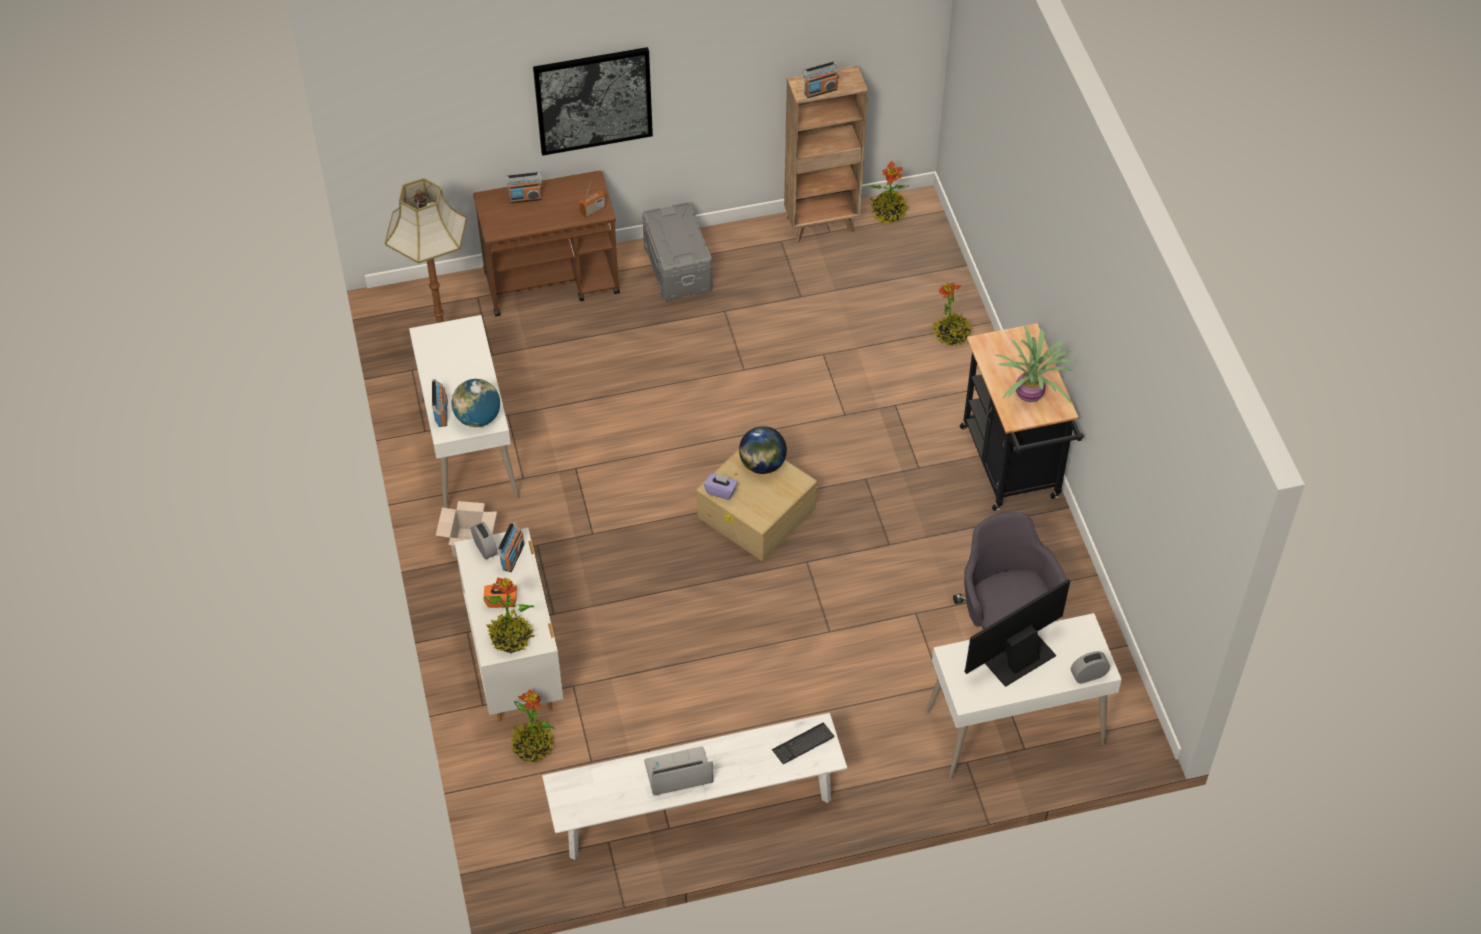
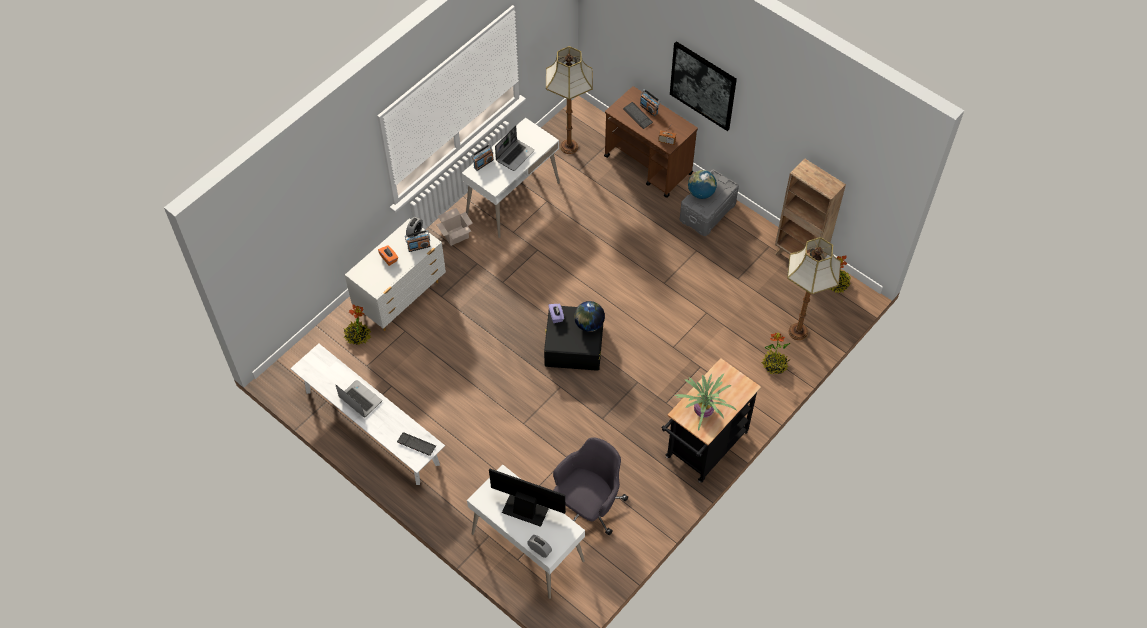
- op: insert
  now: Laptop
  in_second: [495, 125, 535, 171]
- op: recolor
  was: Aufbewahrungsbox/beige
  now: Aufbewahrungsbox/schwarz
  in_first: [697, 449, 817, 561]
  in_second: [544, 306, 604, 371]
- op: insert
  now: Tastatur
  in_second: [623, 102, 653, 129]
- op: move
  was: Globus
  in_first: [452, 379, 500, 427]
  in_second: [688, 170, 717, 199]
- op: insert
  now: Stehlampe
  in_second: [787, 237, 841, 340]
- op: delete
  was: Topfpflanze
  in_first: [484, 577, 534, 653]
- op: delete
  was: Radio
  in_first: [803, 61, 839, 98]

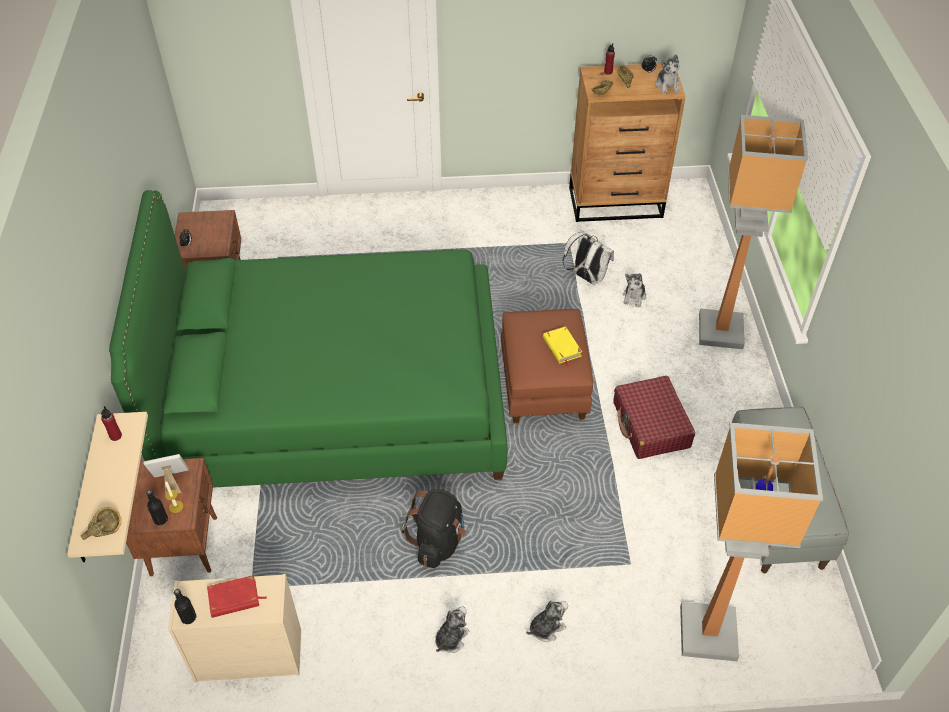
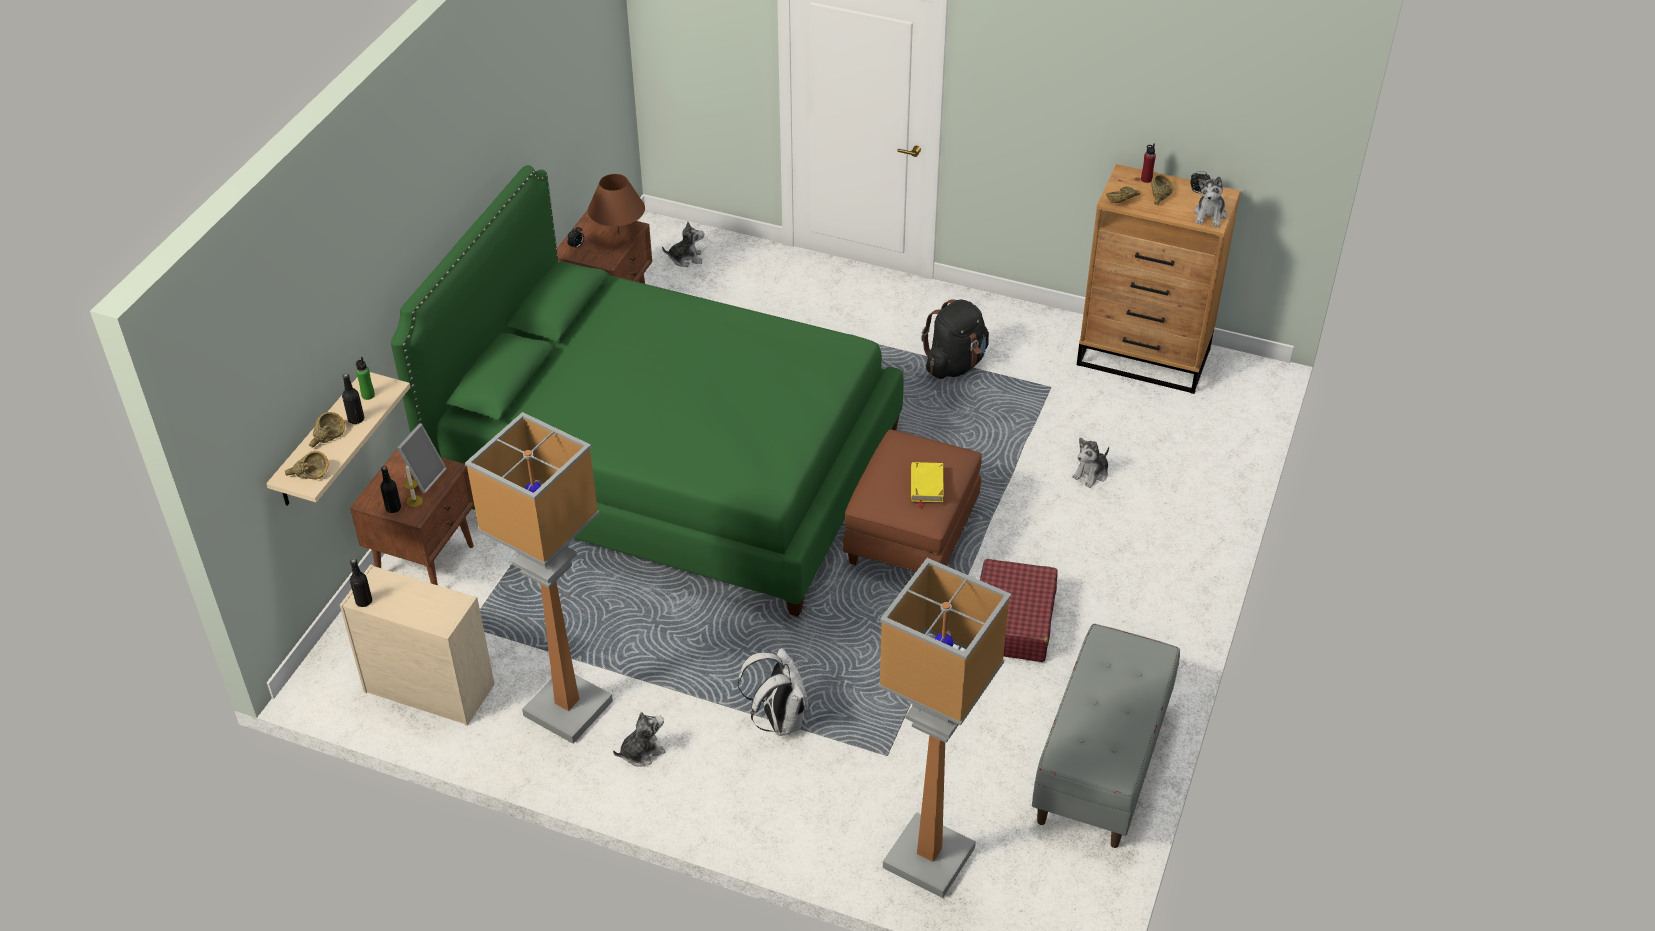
- op: insert
  now: Schüssel/braun
  in_second: [309, 412, 345, 447]
- op: insert
  now: Flasche/schwarz
  in_second: [342, 373, 364, 424]
- op: recolor
  was: Flasche/rot
  now: Flasche/grün
  in_first: [101, 406, 122, 441]
  in_second: [356, 357, 375, 400]
- op: rotate
  was: Bilderrahmen
  in_first: [143, 454, 189, 494]
  in_second: [397, 423, 447, 493]
  clockwise: 105
- op: move
  was: Stehlampe
  in_first: [699, 115, 808, 349]
  in_second: [465, 412, 613, 744]
- op: insert
  now: Tischlampe/braun
  in_second: [588, 174, 645, 235]
- op: move
  was: Plüschtier
  in_first: [526, 600, 568, 642]
  in_second: [662, 222, 704, 267]
- op: move
  was: Rucksack/weiß
  in_first: [562, 230, 614, 285]
  in_second: [738, 648, 808, 736]
- op: move
  was: Rucksack/schwarz
  in_first: [402, 489, 466, 568]
  in_second: [921, 299, 989, 379]
- op: delete
  was: Buch/rot
  in_first: [207, 575, 267, 618]

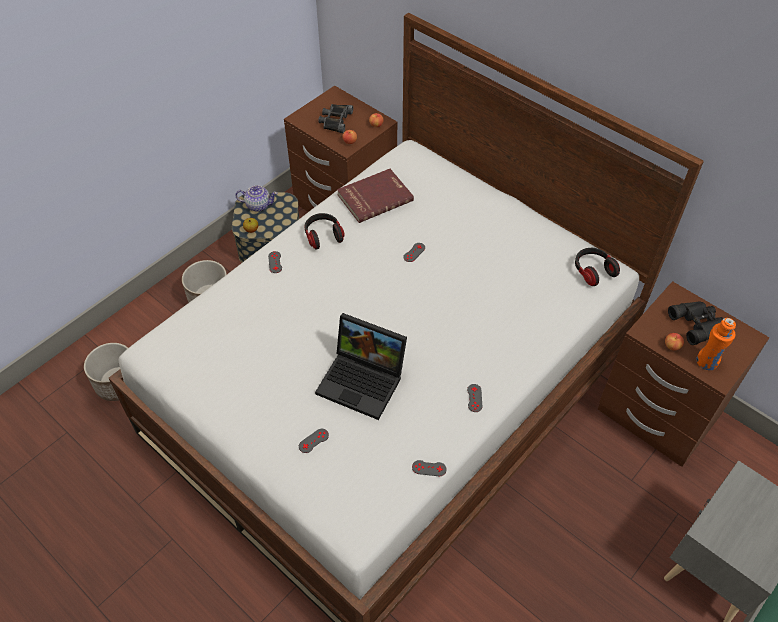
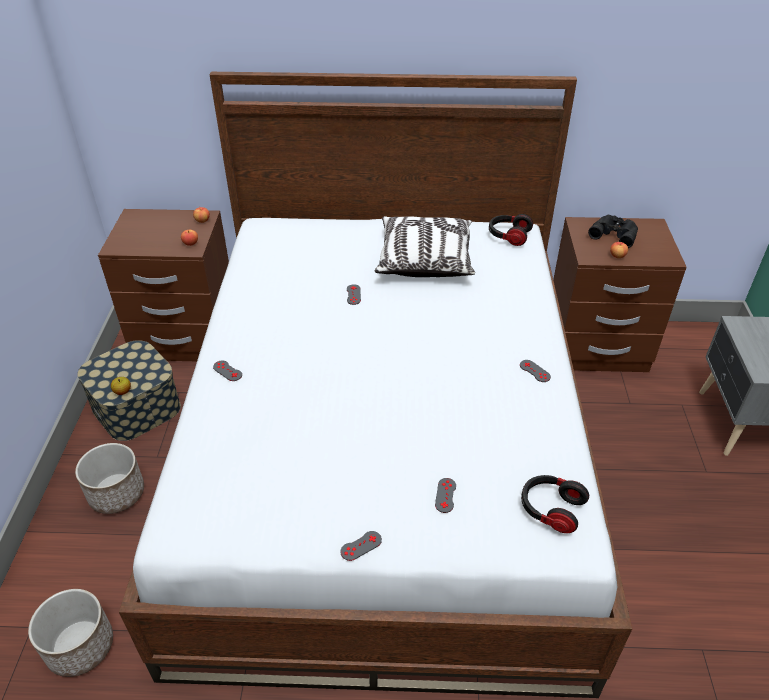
- op: move
  was: Gamepad/grau
  in_first: [412, 460, 447, 476]
  in_second: [340, 531, 382, 561]
- op: insert
  now: Kissen
  in_second: [375, 216, 475, 277]
- op: move
  was: Kopfhörer
  in_first: [305, 213, 345, 250]
  in_second: [521, 475, 589, 533]
- op: delete
  was: Teekanne
  in_first: [235, 185, 278, 212]
- op: delete
  was: Laptop
  in_first: [315, 313, 407, 420]
- op: delete
  was: Fernglas/schwarz
  in_first: [318, 104, 353, 133]
- op: delete
  was: Buch/rot
  in_first: [337, 169, 414, 223]
- op: delete
  was: Flasche/orange
  in_first: [696, 318, 736, 370]

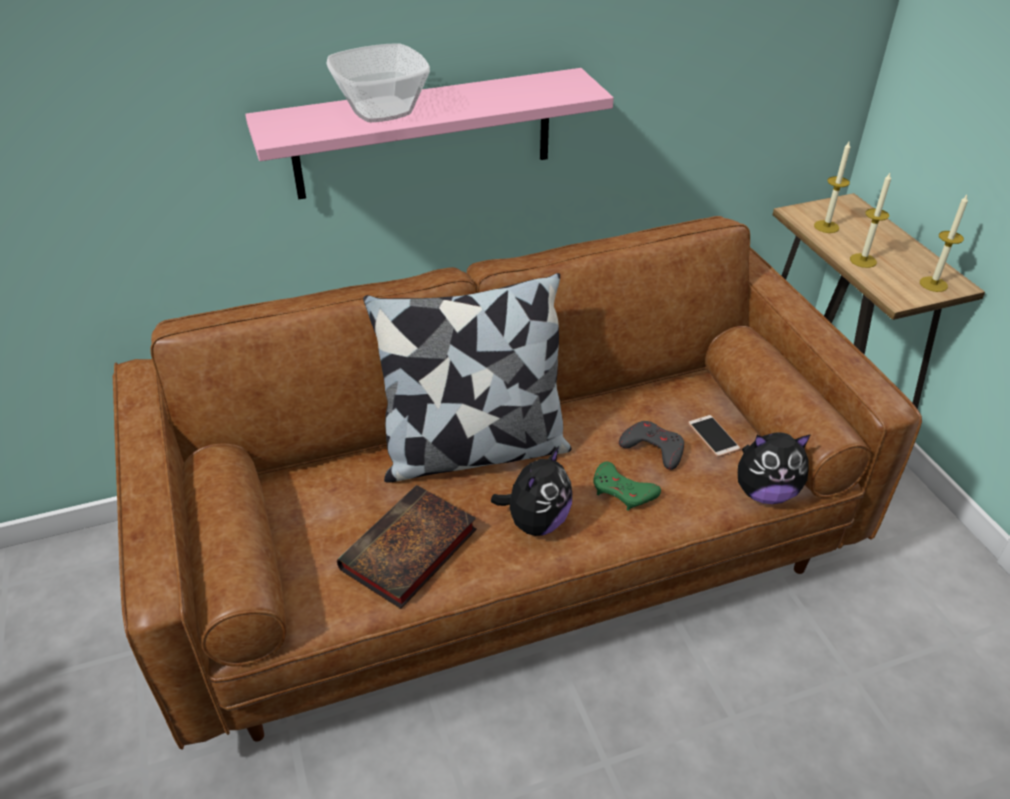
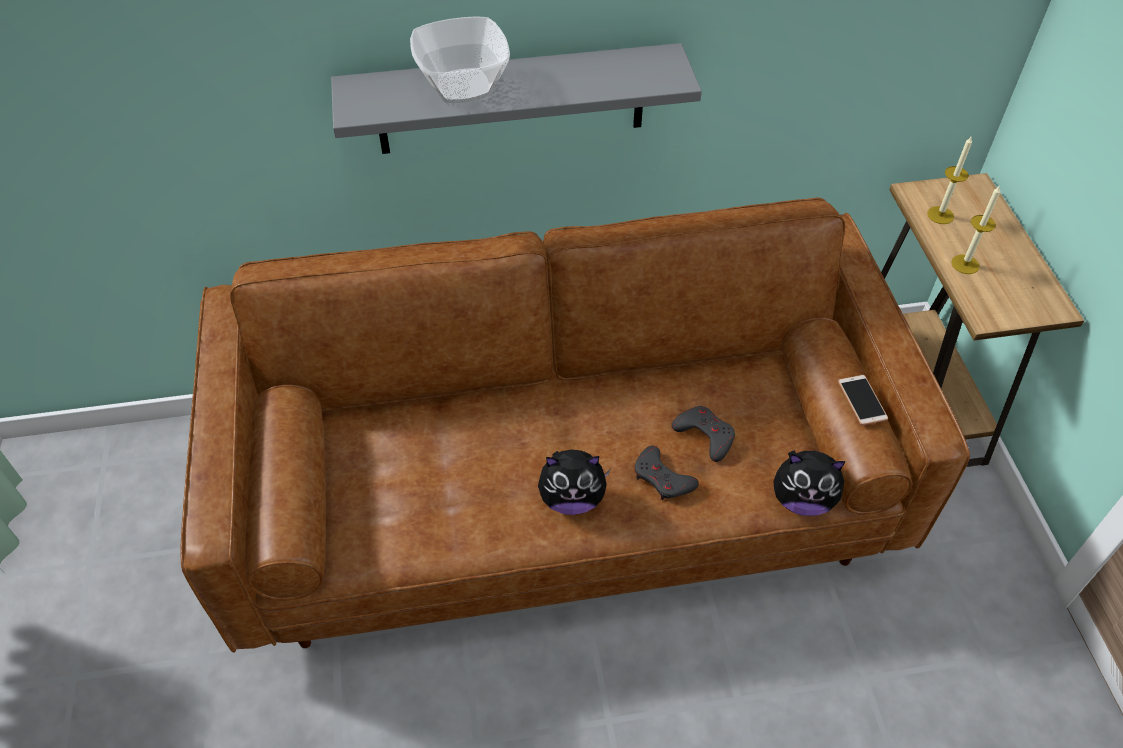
- op: recolor
  was: Wandregal/rosa
  now: Wandregal/grau
  in_first: [245, 68, 614, 199]
  in_second: [331, 43, 702, 154]
- op: rotate
  was: Plüschtier
  in_first: [491, 446, 572, 536]
  in_second: [538, 450, 611, 515]
  clockwise: 45
- op: recolor
  was: Gamepad/grün
  now: Gamepad/grau
  in_first: [593, 462, 661, 511]
  in_second: [635, 446, 699, 500]
- op: move
  was: Handy
  in_first: [688, 415, 741, 457]
  in_second: [838, 375, 888, 425]
- op: delete
  was: Buch
  in_first: [337, 485, 477, 609]
- op: delete
  was: Kissen
  in_first: [363, 273, 572, 483]
- op: delete
  was: Kerze
  in_first: [920, 195, 968, 292]

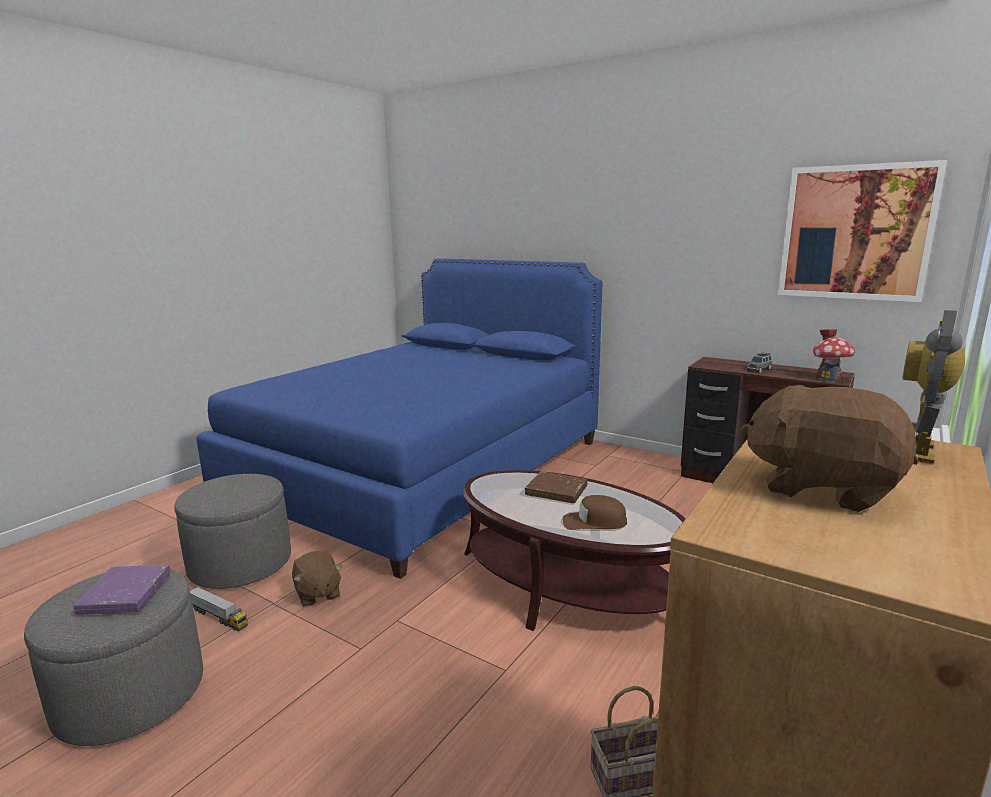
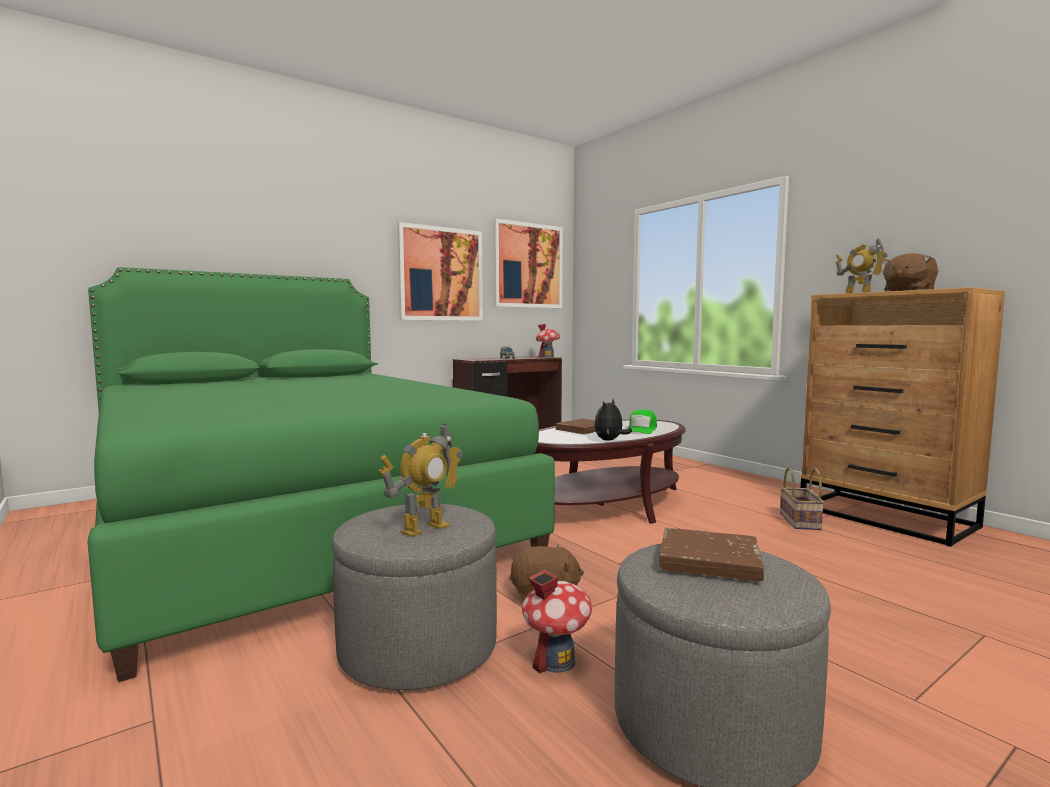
- op: recolor
  was: Bett/blau
  now: Bett/grün
  in_first: [196, 258, 603, 579]
  in_second: [88, 267, 555, 682]
- op: insert
  now: Spielzeugroboter
  in_second: [379, 423, 463, 537]
- op: insert
  now: Bild
  in_second: [397, 222, 483, 321]
- op: replace
  was: Spielzeuglaster
  now: Spielzeughaus
  in_first: [190, 587, 248, 631]
  in_second: [522, 570, 592, 673]
- op: insert
  now: Plüschtier
  in_second: [594, 399, 632, 441]
- op: recolor
  was: Kappe/braun
  now: Kappe/grün
  in_first: [563, 495, 627, 530]
  in_second: [627, 409, 657, 434]
- op: recolor
  was: Buch/lila
  now: Buch/braun
  in_first: [73, 565, 171, 615]
  in_second: [659, 528, 764, 581]

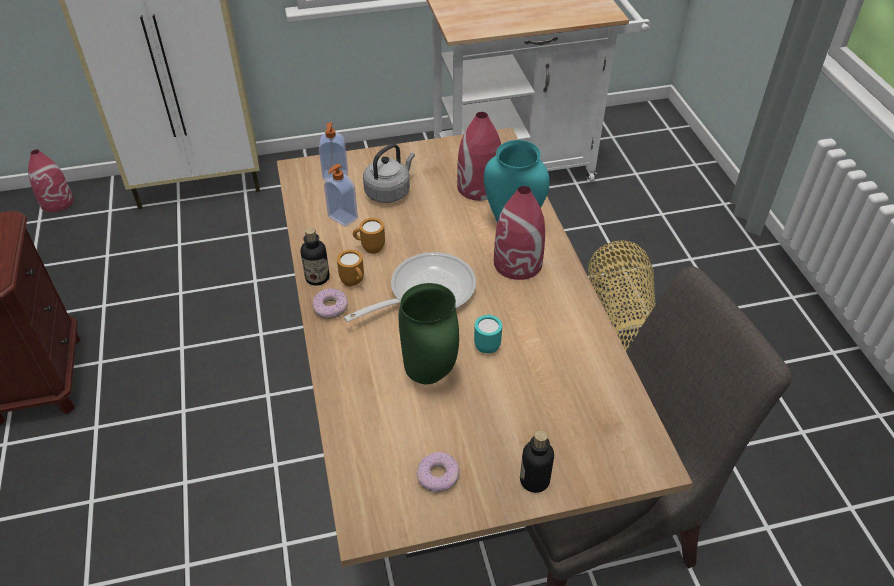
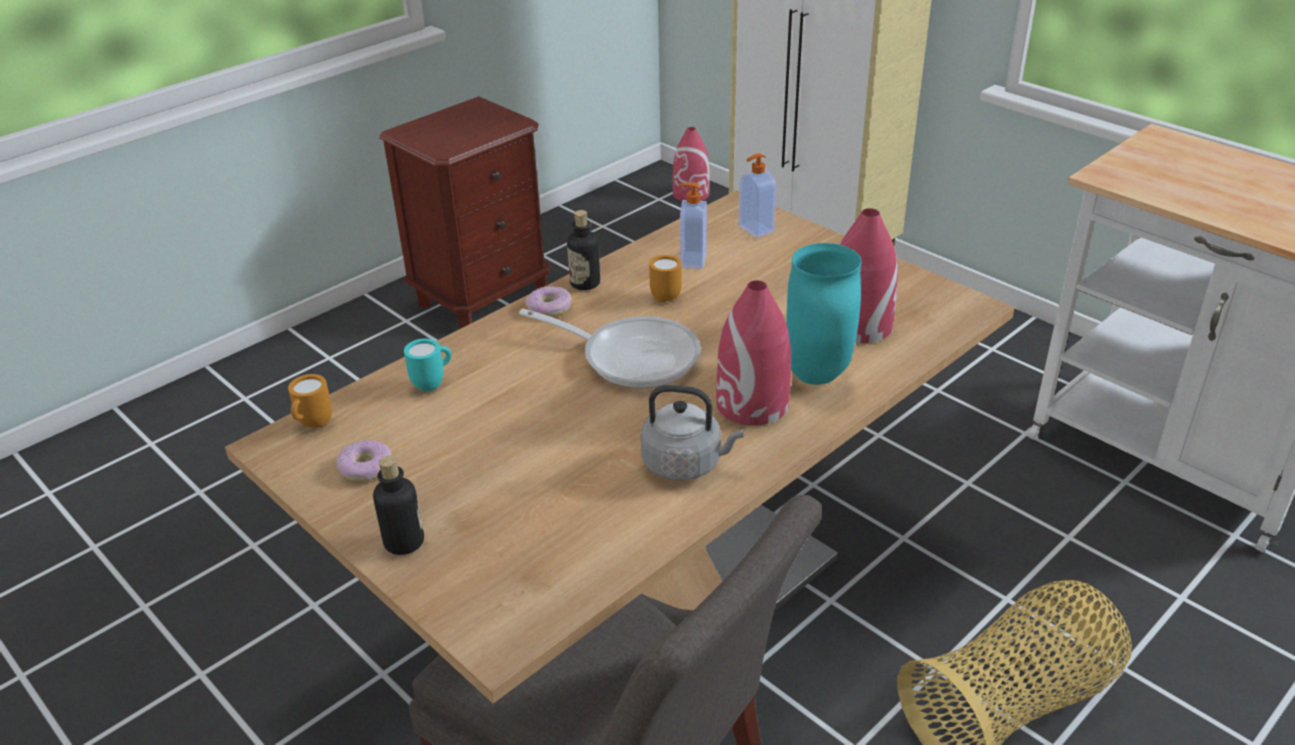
- op: move
  was: Henkelbecher/orange
  in_first: [337, 250, 364, 287]
  in_second: [288, 374, 332, 428]
- op: move
  was: Henkelbecher/türkis
  in_first: [474, 314, 502, 353]
  in_second: [404, 339, 452, 391]
- op: move
  was: Wasserkessel/grau
  in_first: [363, 144, 415, 203]
  in_second: [641, 385, 744, 480]
- op: delete
  was: Vase/grün
  in_first: [399, 283, 459, 384]

